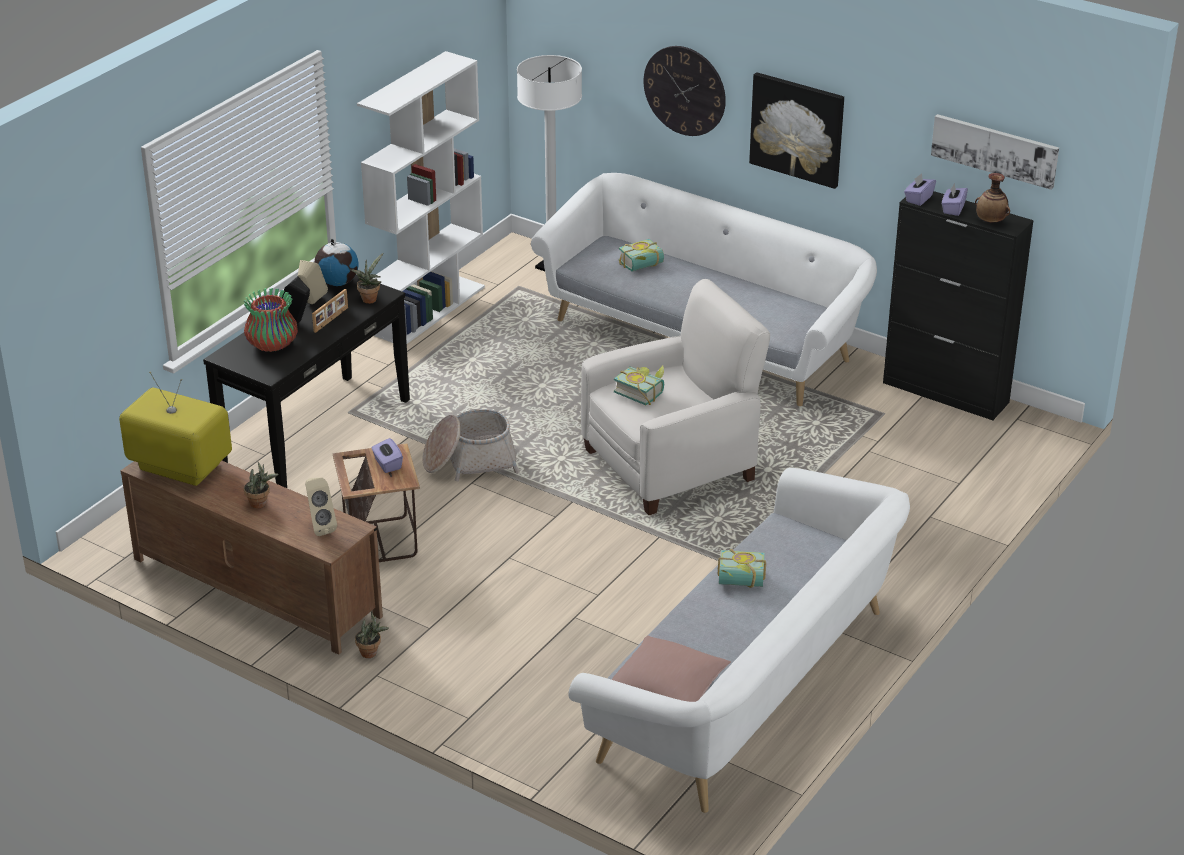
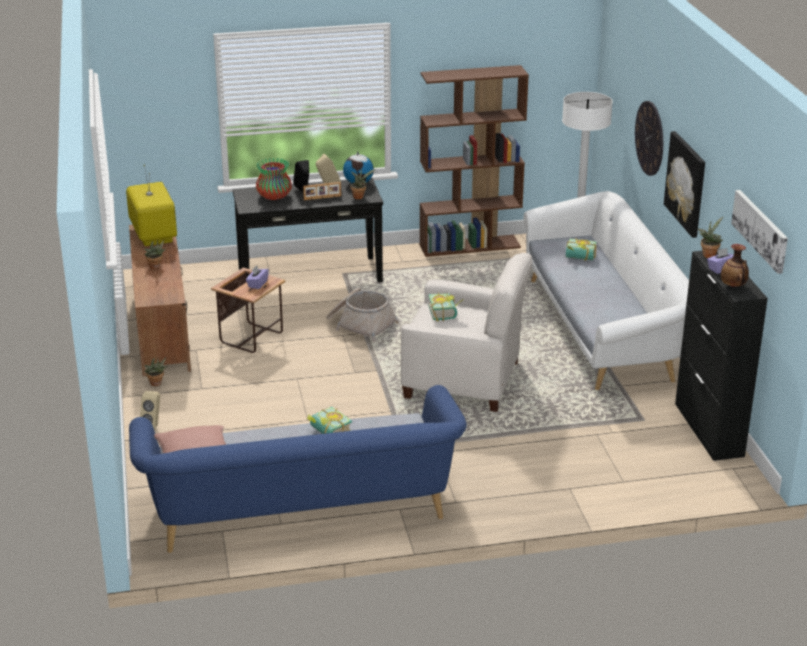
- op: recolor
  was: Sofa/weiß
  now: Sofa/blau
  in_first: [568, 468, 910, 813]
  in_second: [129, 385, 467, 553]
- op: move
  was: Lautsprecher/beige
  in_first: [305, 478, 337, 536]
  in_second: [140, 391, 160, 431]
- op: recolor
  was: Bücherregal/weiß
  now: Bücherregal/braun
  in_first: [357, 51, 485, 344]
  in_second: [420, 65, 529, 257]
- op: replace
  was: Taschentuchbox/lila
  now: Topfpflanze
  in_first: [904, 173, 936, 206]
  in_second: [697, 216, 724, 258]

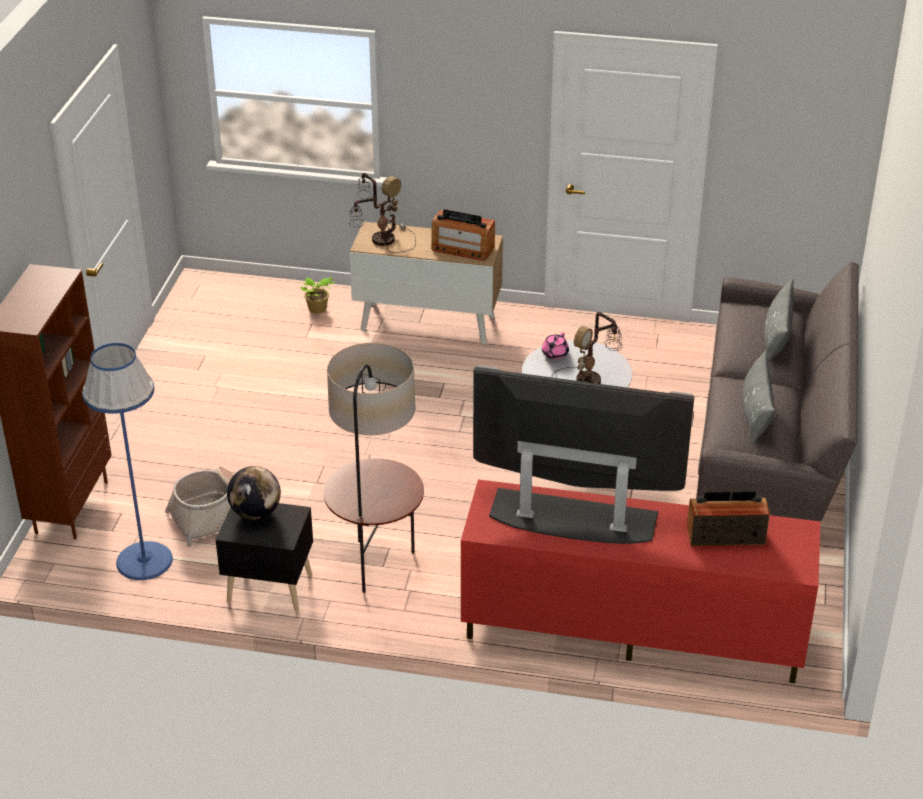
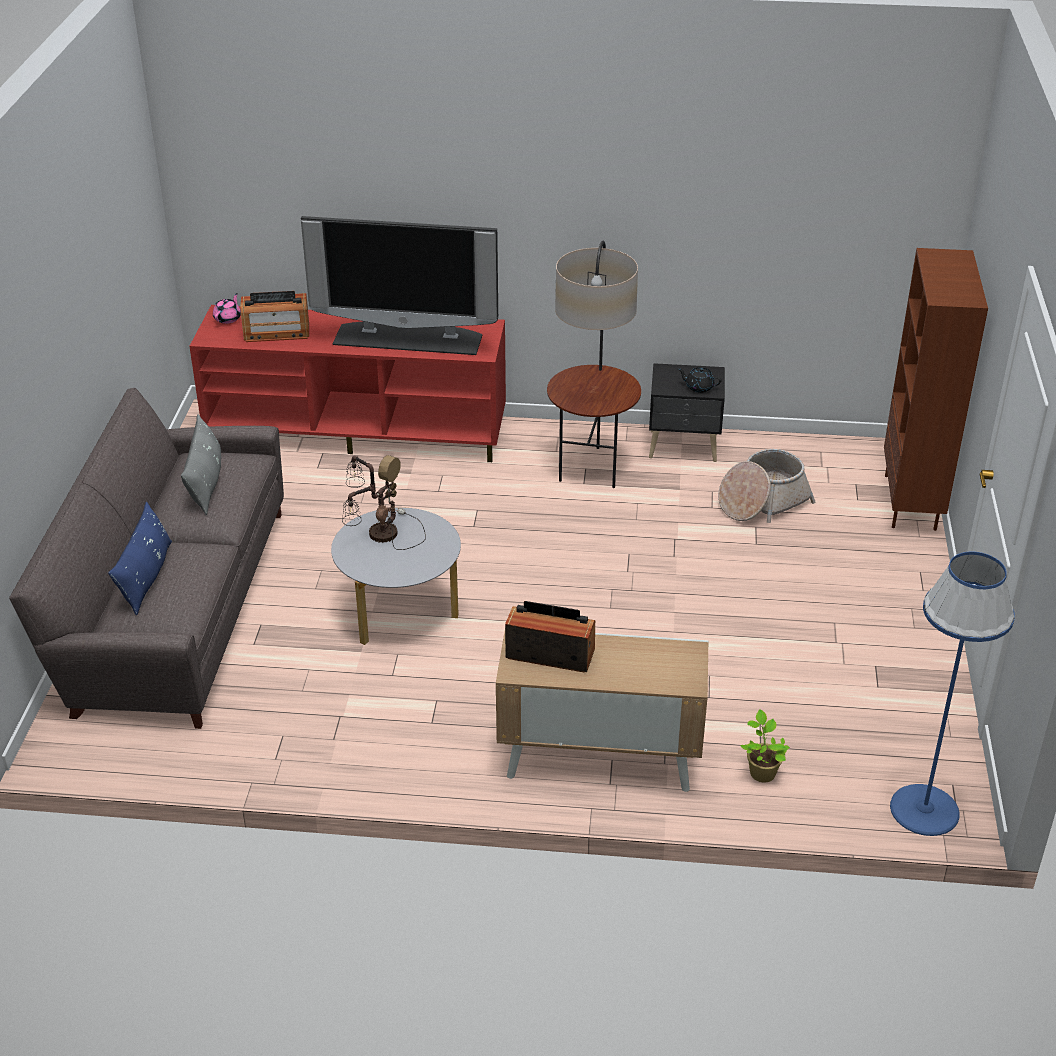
- op: recolor
  was: Kissen/grau
  now: Kissen/blau
  in_first: [764, 279, 794, 363]
  in_second: [108, 502, 172, 615]
- op: move
  was: Teekanne/rosa
  in_first: [542, 332, 569, 359]
  in_second: [213, 293, 241, 324]
- op: replace
  was: Globus
  now: Teekanne/schwarz
  in_first: [227, 466, 281, 520]
  in_second: [678, 367, 721, 393]
- op: move
  was: Stehlampe/blau
  in_first: [82, 343, 173, 580]
  in_second: [890, 552, 1015, 836]
- op: delete
  was: Tischlampe
  in_first: [349, 173, 416, 253]

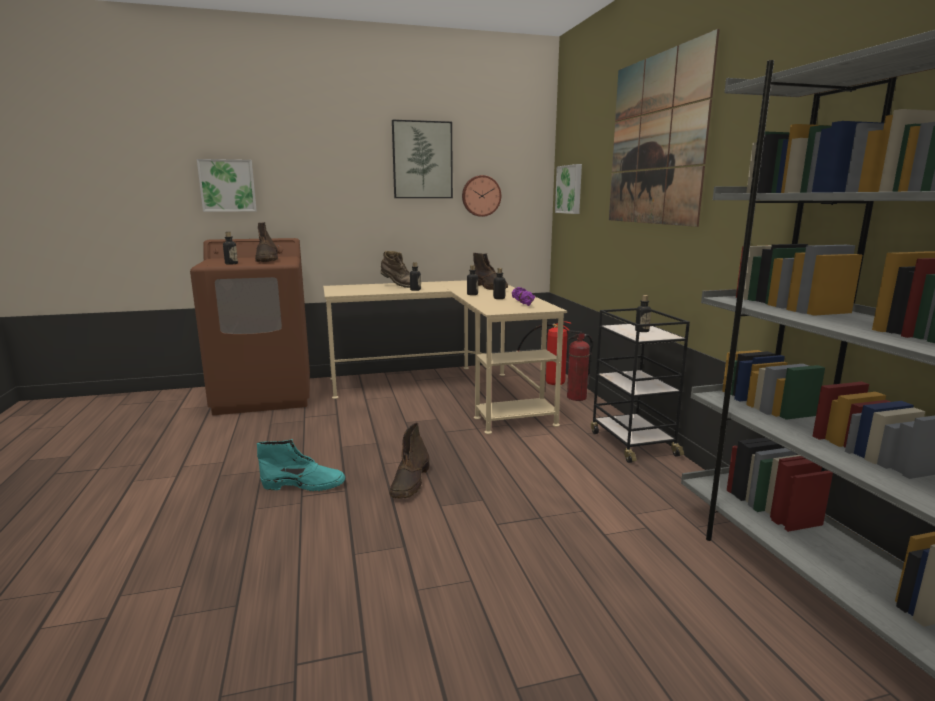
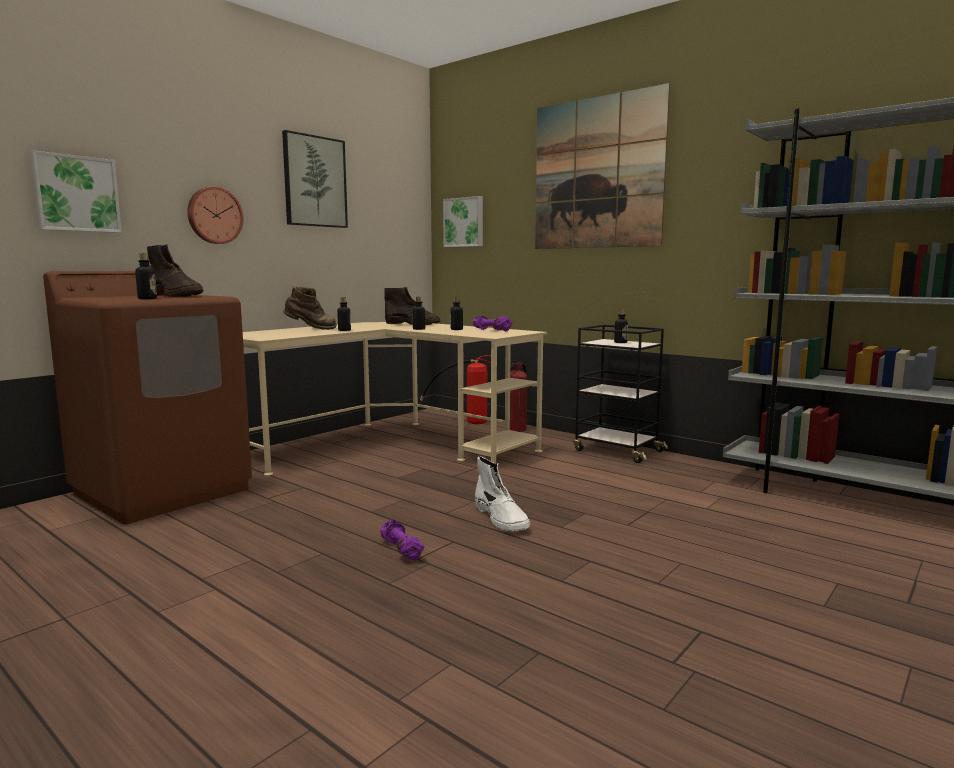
- op: move
  was: Wanduhr
  in_first: [462, 175, 501, 217]
  in_second: [187, 186, 243, 244]
- op: replace
  was: Stiefel/türkis
  now: Hantel/lila
  in_first: [257, 439, 345, 491]
  in_second: [380, 520, 425, 561]
- op: recolor
  was: Stiefel/braun
  now: Stiefel/weiß
  in_first: [389, 422, 430, 499]
  in_second: [475, 456, 530, 531]

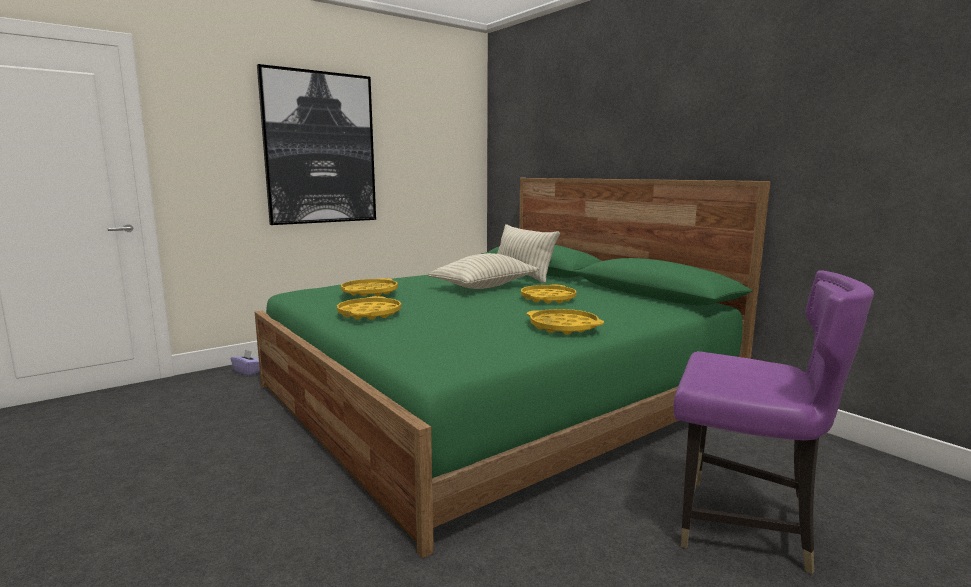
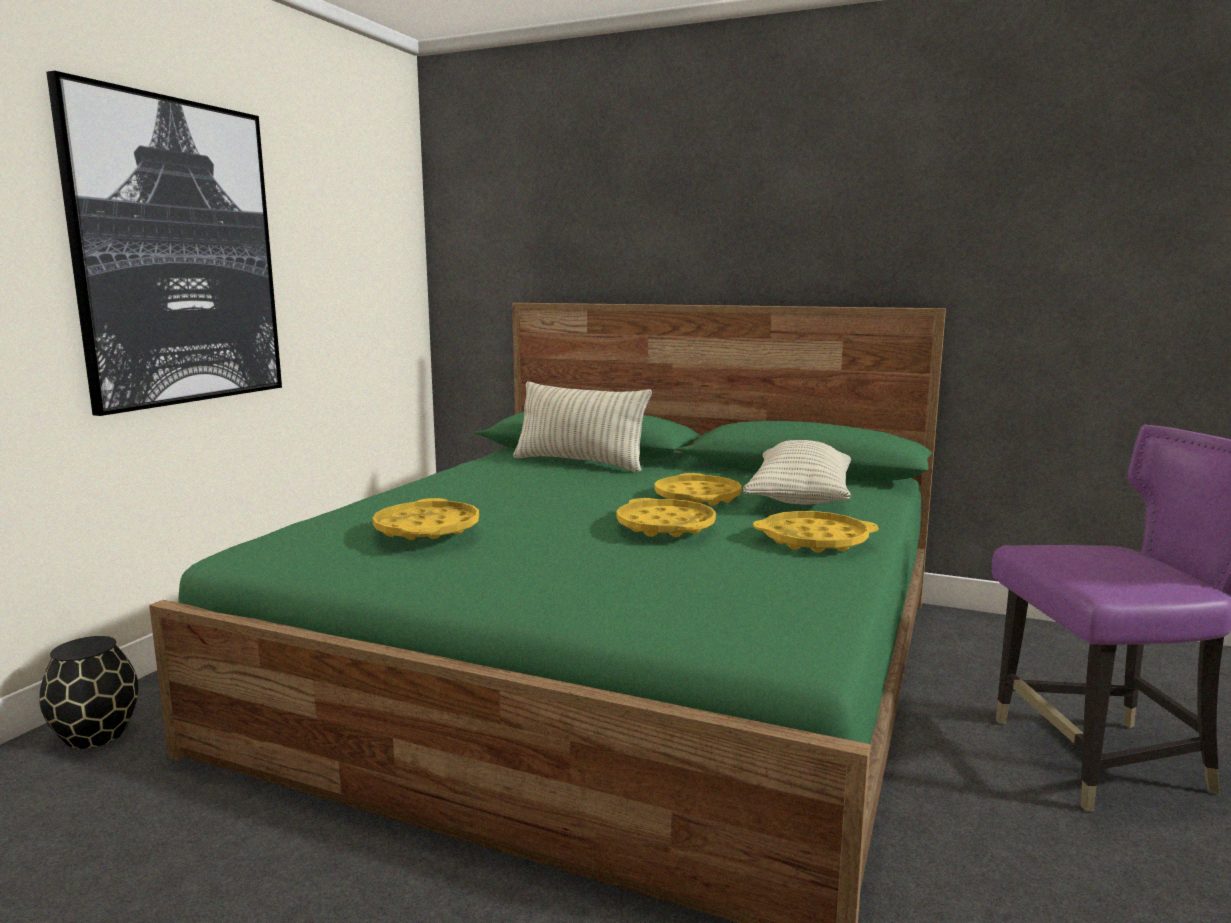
- op: replace
  was: Taschentuchbox/lila
  now: Vase/schwarz
  in_first: [231, 349, 260, 376]
  in_second: [39, 636, 138, 749]
- op: move
  was: Tablett/gelb
  in_first: [337, 296, 401, 320]
  in_second: [616, 498, 716, 537]
- op: move
  was: Kissen
  in_first: [428, 253, 539, 289]
  in_second: [743, 440, 851, 505]

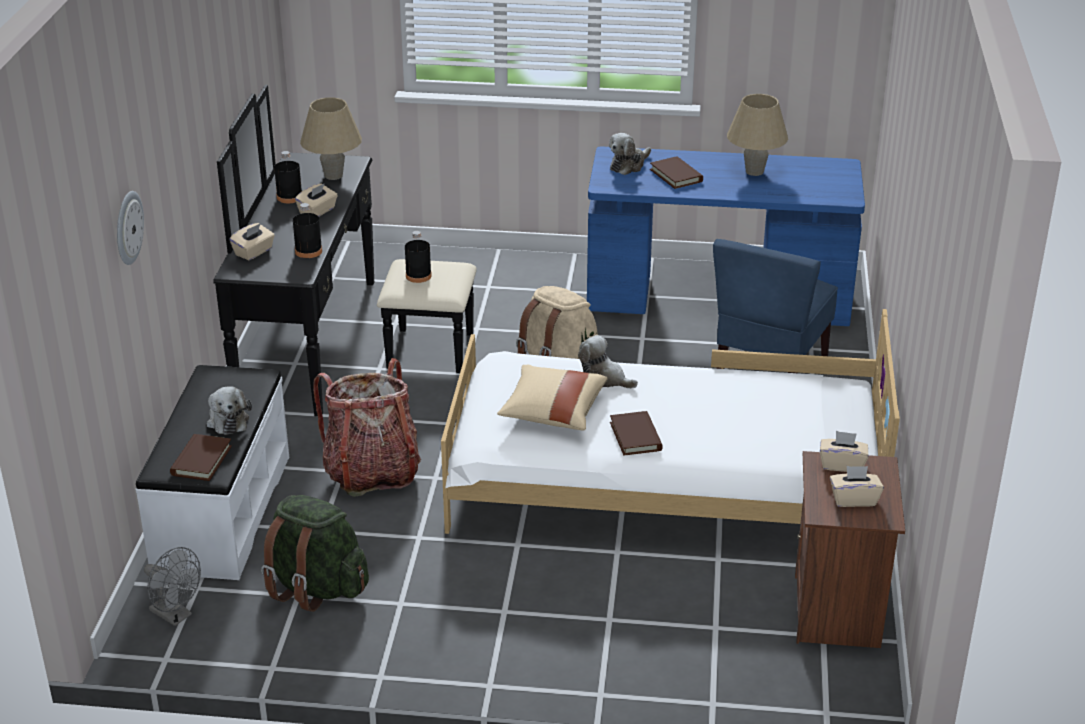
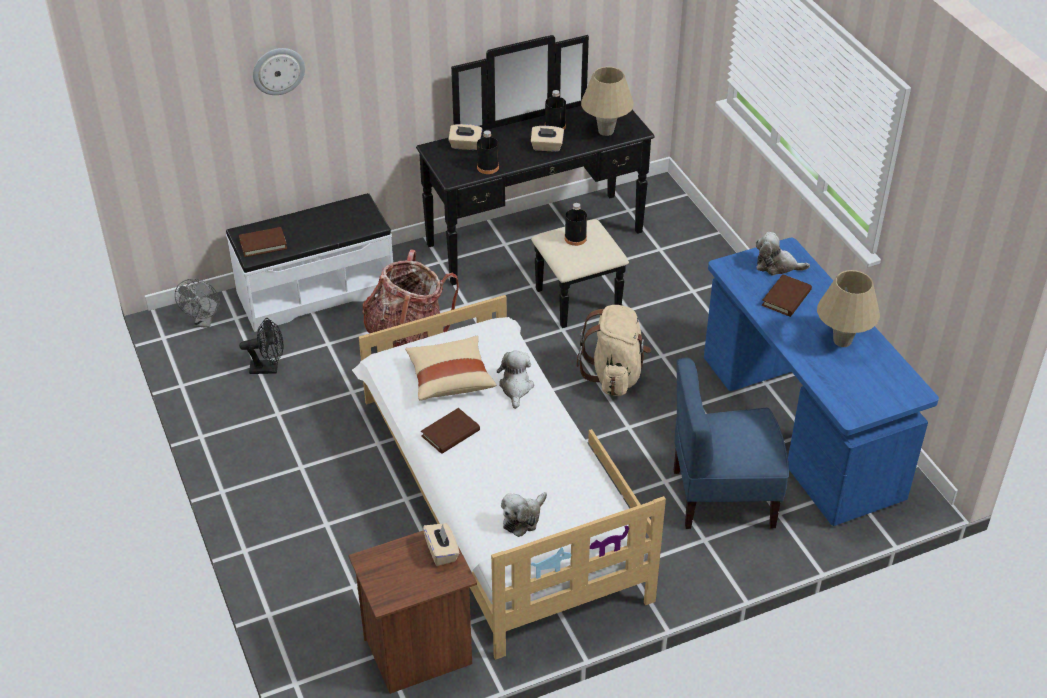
- op: replace
  was: Rucksack/grün
  now: Ventilator/schwarz
  in_first: [261, 495, 369, 612]
  in_second: [239, 318, 284, 374]
- op: move
  was: Plüschtier
  in_first: [206, 386, 252, 435]
  in_second: [501, 492, 547, 537]
- op: delete
  was: Taschentuchbox/beige
  in_first: [830, 466, 884, 507]

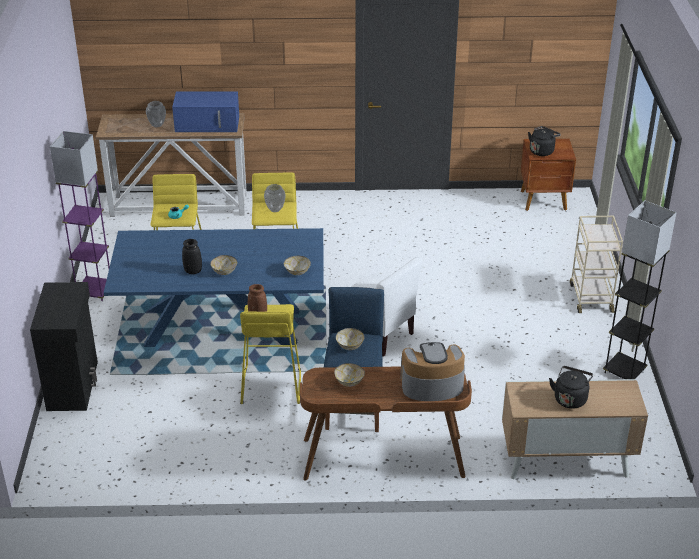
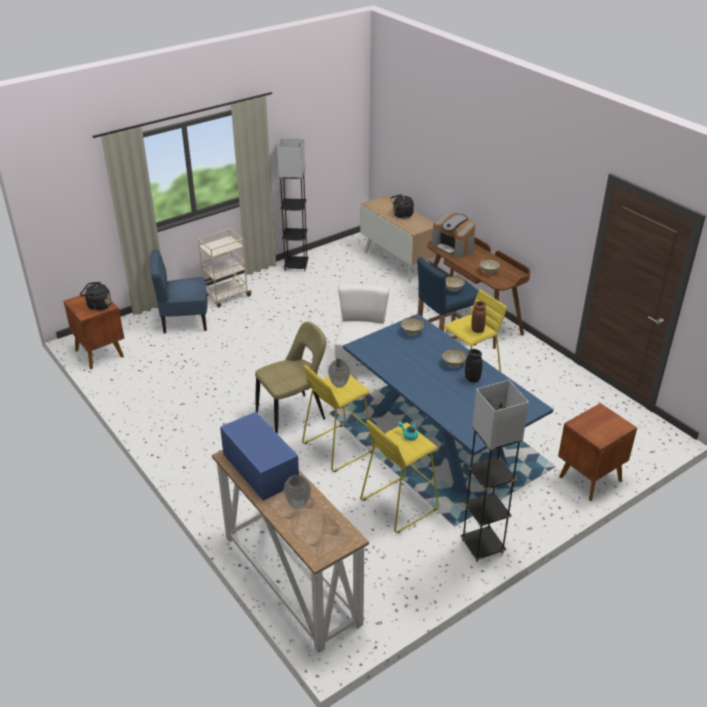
- op: insert
  now: Stuhl/blau
  in_second: [150, 250, 208, 334]
- op: insert
  now: Stuhl/beige
  in_second: [255, 321, 327, 434]
- op: recolor
  was: Stehlampe/lila
  now: Stehlampe/grau
  in_first: [50, 131, 110, 301]
  in_second: [460, 380, 529, 562]
- op: replace
  was: Schrank/schwarz
  now: Nachttisch/braun
  in_first: [30, 282, 98, 411]
  in_second: [558, 403, 637, 501]

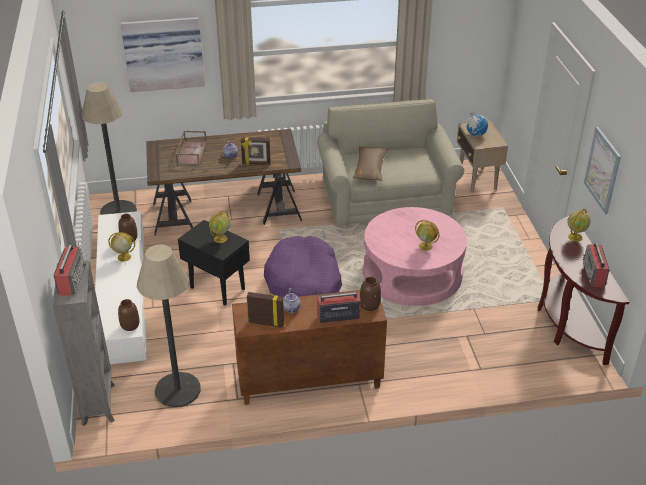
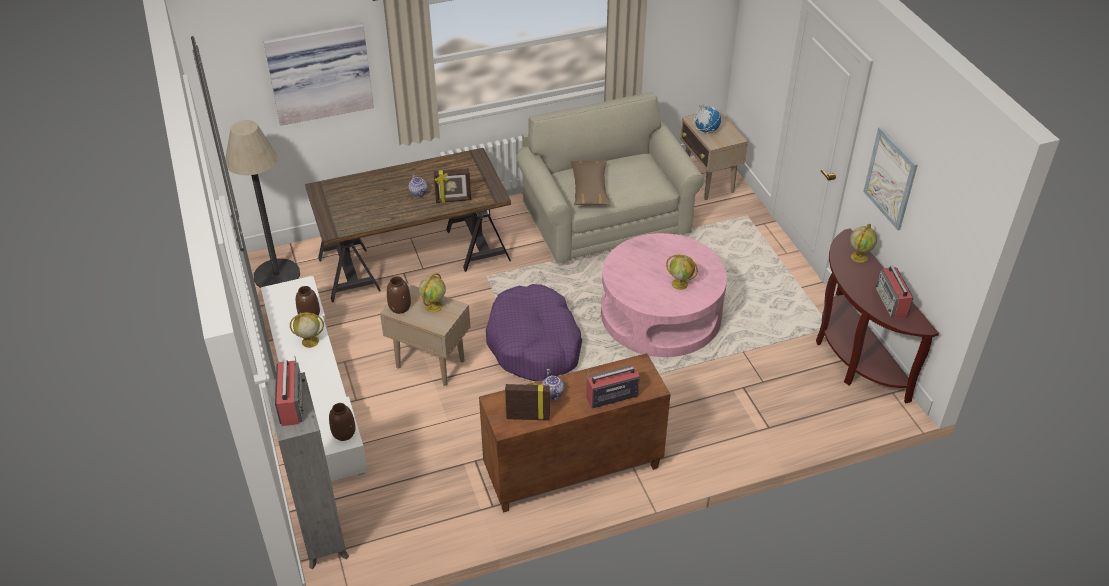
- op: recolor
  was: Beistelltisch/schwarz
  now: Beistelltisch/beige
  in_first: [178, 220, 250, 306]
  in_second: [380, 284, 470, 386]
- op: move
  was: Vase/braun
  in_first: [360, 277, 381, 311]
  in_second: [387, 276, 411, 314]
- op: delete
  was: Stehlampe
  in_first: [137, 244, 201, 407]
- op: delete
  was: Tablett/braun
  in_first: [176, 131, 207, 165]

